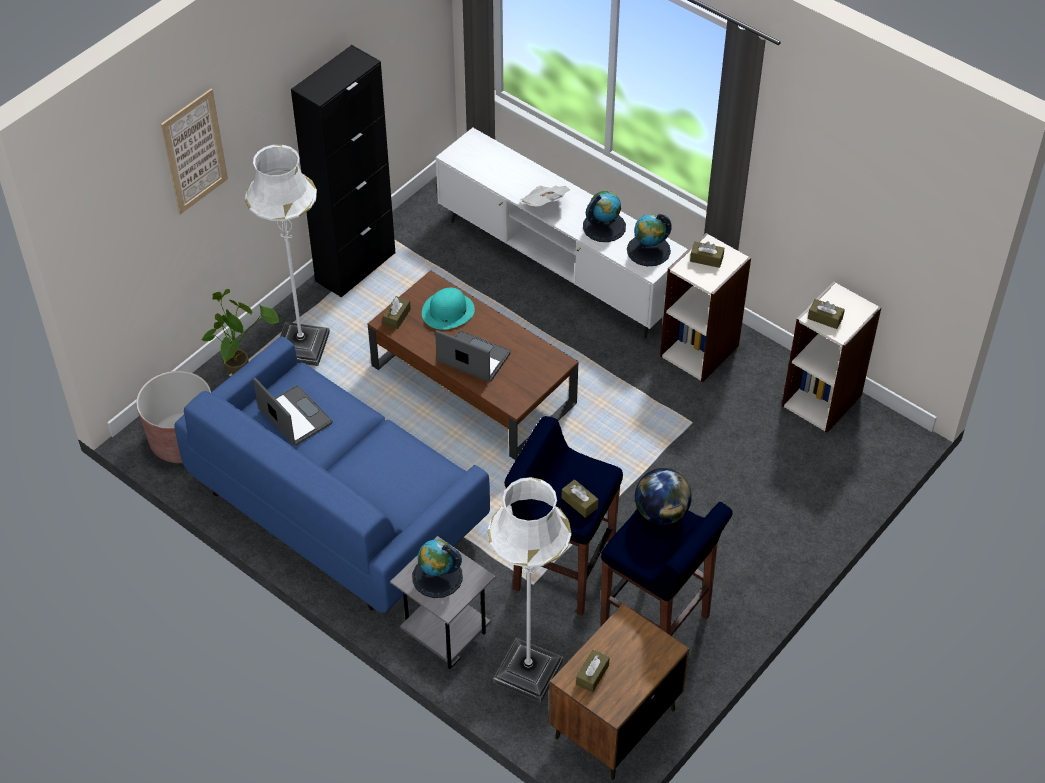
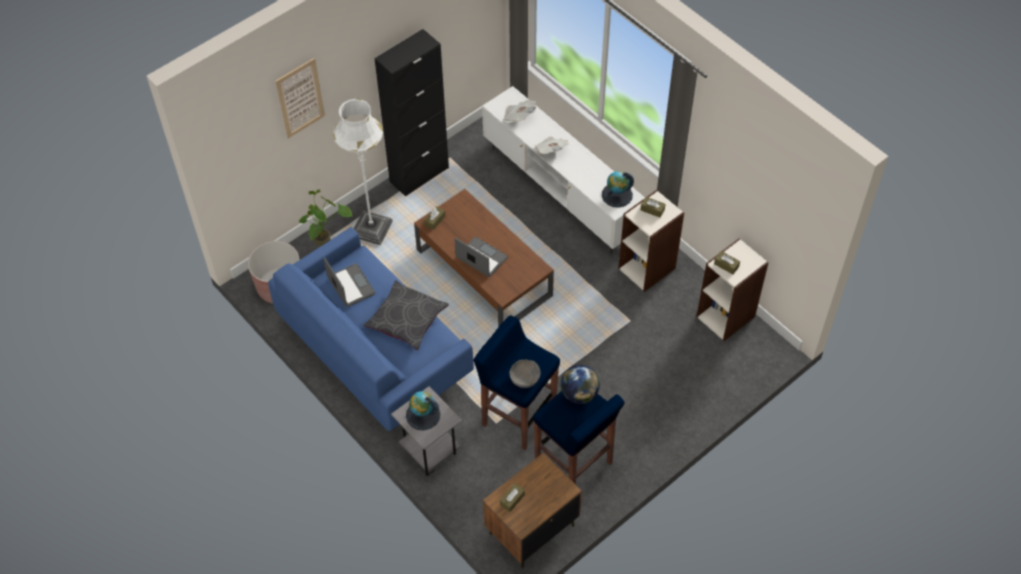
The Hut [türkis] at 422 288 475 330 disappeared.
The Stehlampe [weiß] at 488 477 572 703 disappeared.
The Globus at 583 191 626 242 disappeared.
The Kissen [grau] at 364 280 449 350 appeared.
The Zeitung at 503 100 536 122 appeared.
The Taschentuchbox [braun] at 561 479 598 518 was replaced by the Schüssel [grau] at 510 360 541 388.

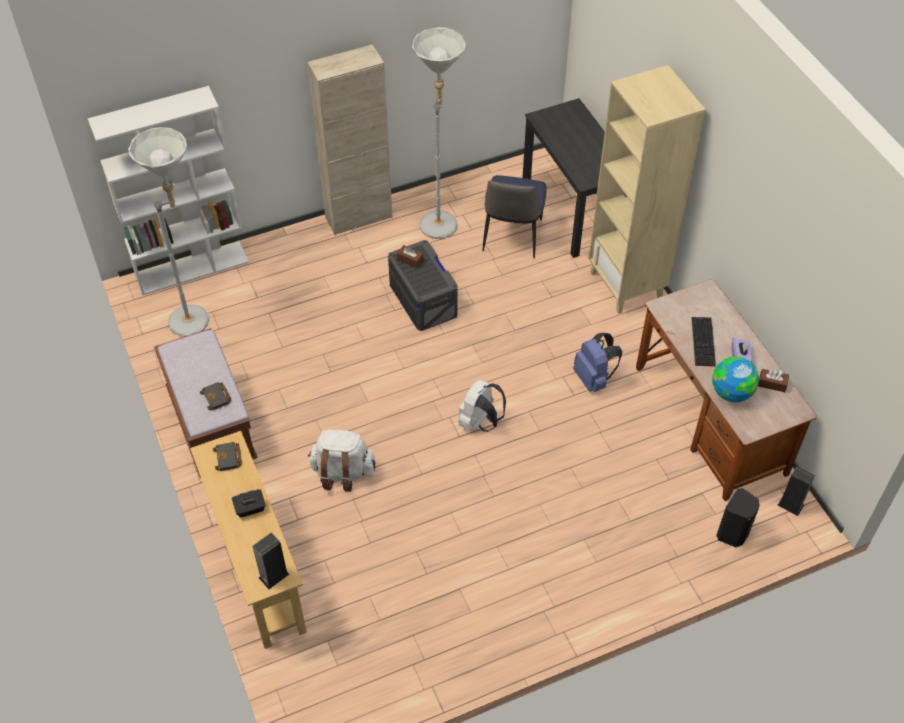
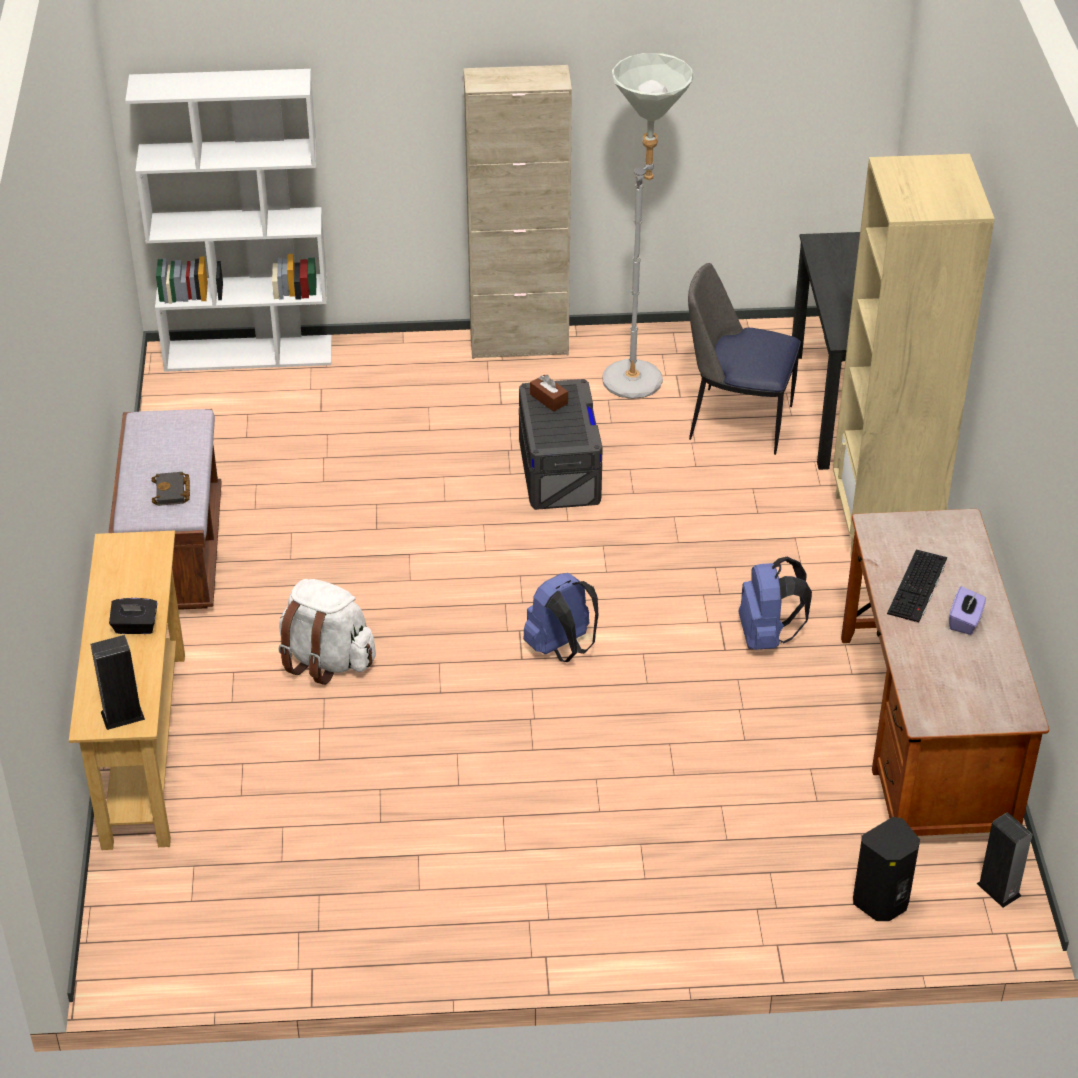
The Stehlampe [grau] at 128 127 209 337 disappeared.
The Buch [schwarz] at 213 442 242 471 disappeared.
The Globus at 712 357 759 402 disappeared.
The Taschentuchbox [braun] at 758 369 789 392 disappeared.
The Rucksack [weiß] at 458 380 506 432 became the Rucksack [blau] at 523 573 598 662.
The Stuhl at 483 175 546 259 turned 75 degrees clockwise.

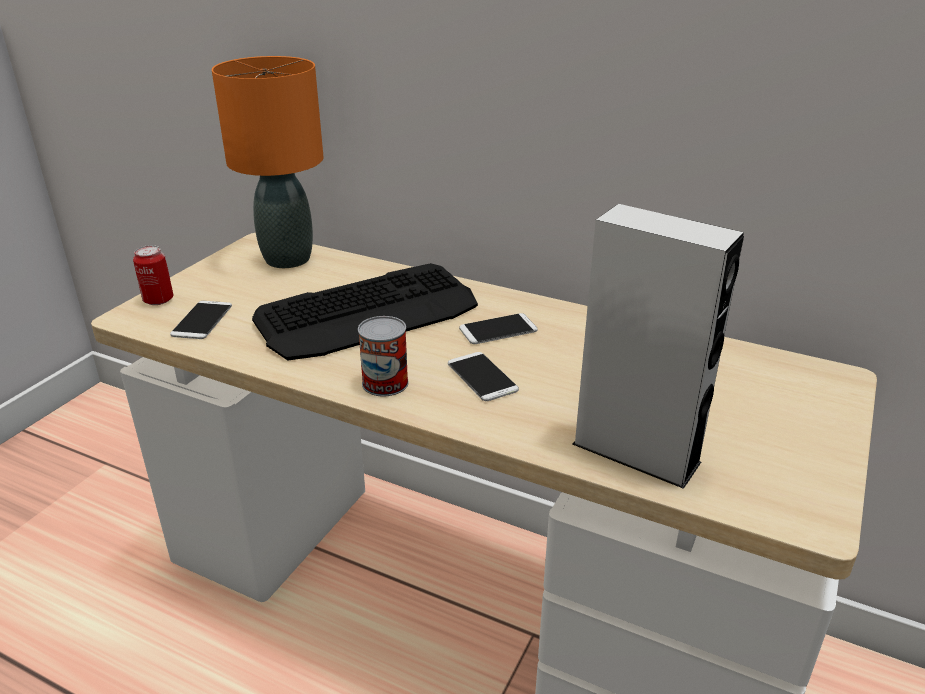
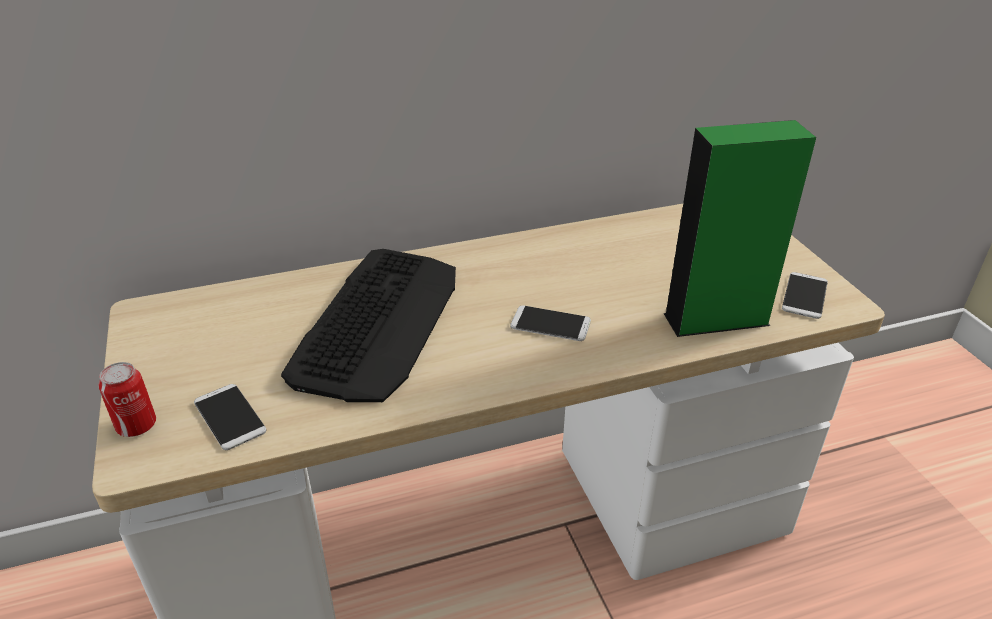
The Tischlampe [orange] at 212 56 323 268 disappeared.
The Dose at 358 316 409 396 disappeared.
The Handy moved from 459 313 538 344 to 782 272 828 319.
The Lautsprecher [grau] at 573 204 744 489 became the Lautsprecher [grün] at 663 120 816 337.

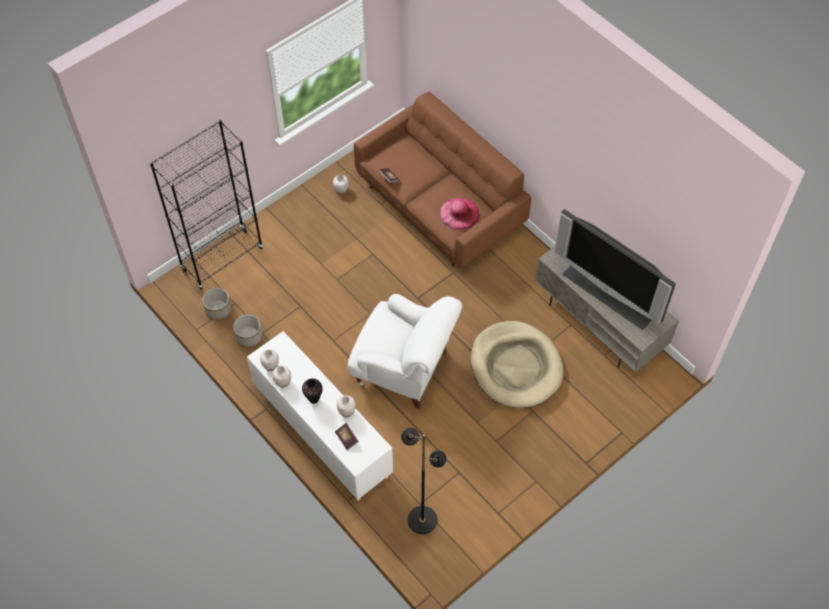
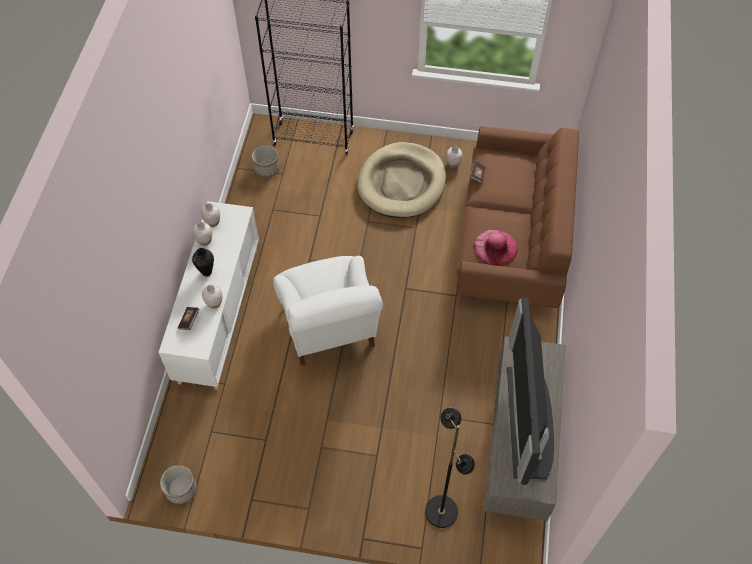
The Pflanzkübel moved from 233 315 263 348 to 160 465 197 504.
The Stehlampe [schwarz] moved from 401 427 447 534 to 425 407 476 528.
The Hundebett [beige] moved from 471 321 563 408 to 357 142 446 218.

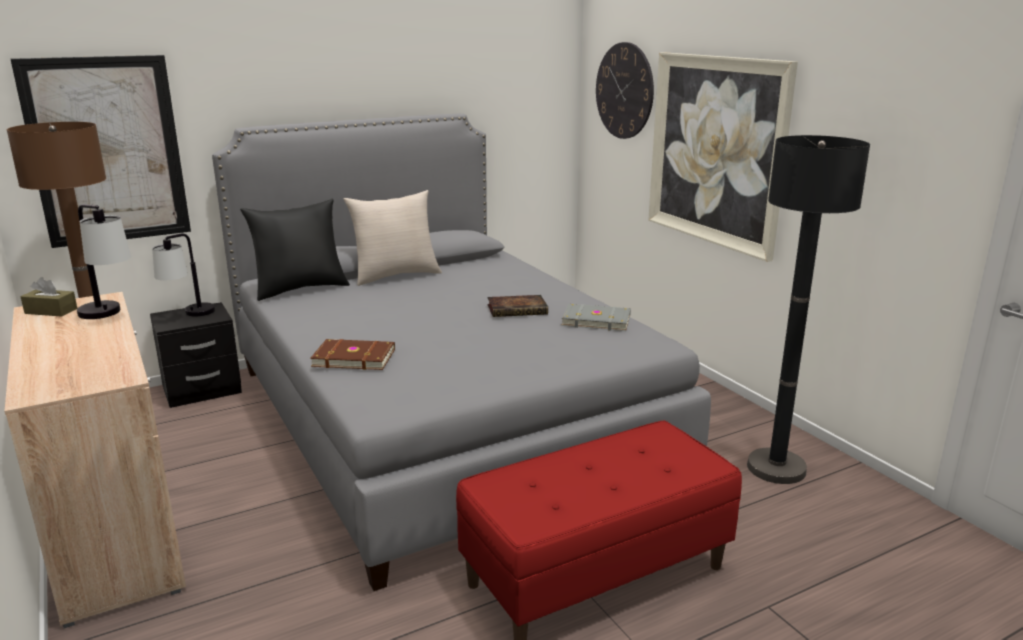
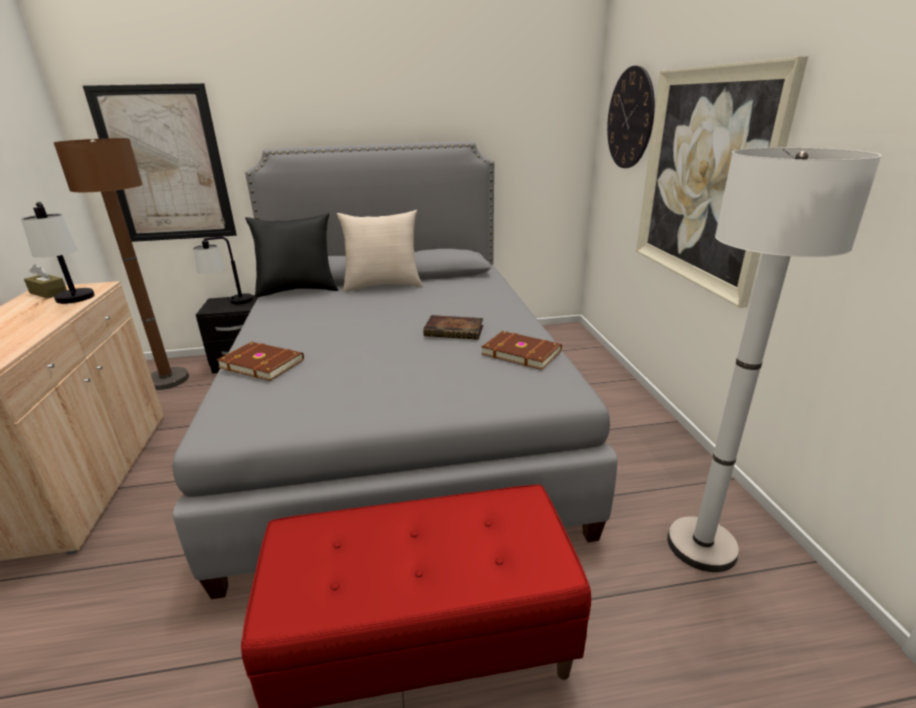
The Buch [grau] at 561 304 631 331 became the Buch [braun] at 481 331 562 370.
The Stehlampe [schwarz] at 747 135 870 484 became the Stehlampe [weiß] at 667 148 882 572.

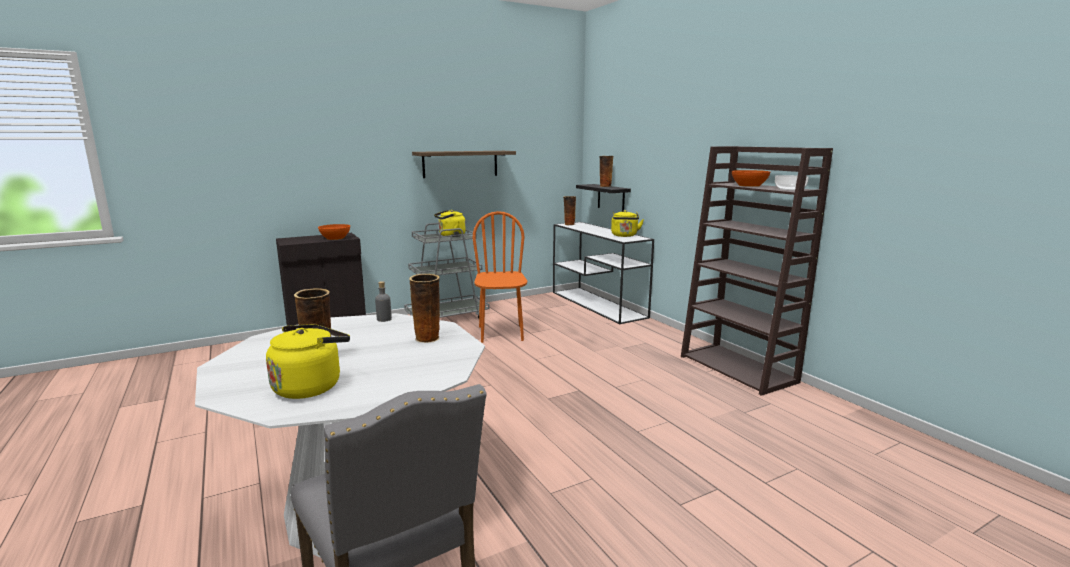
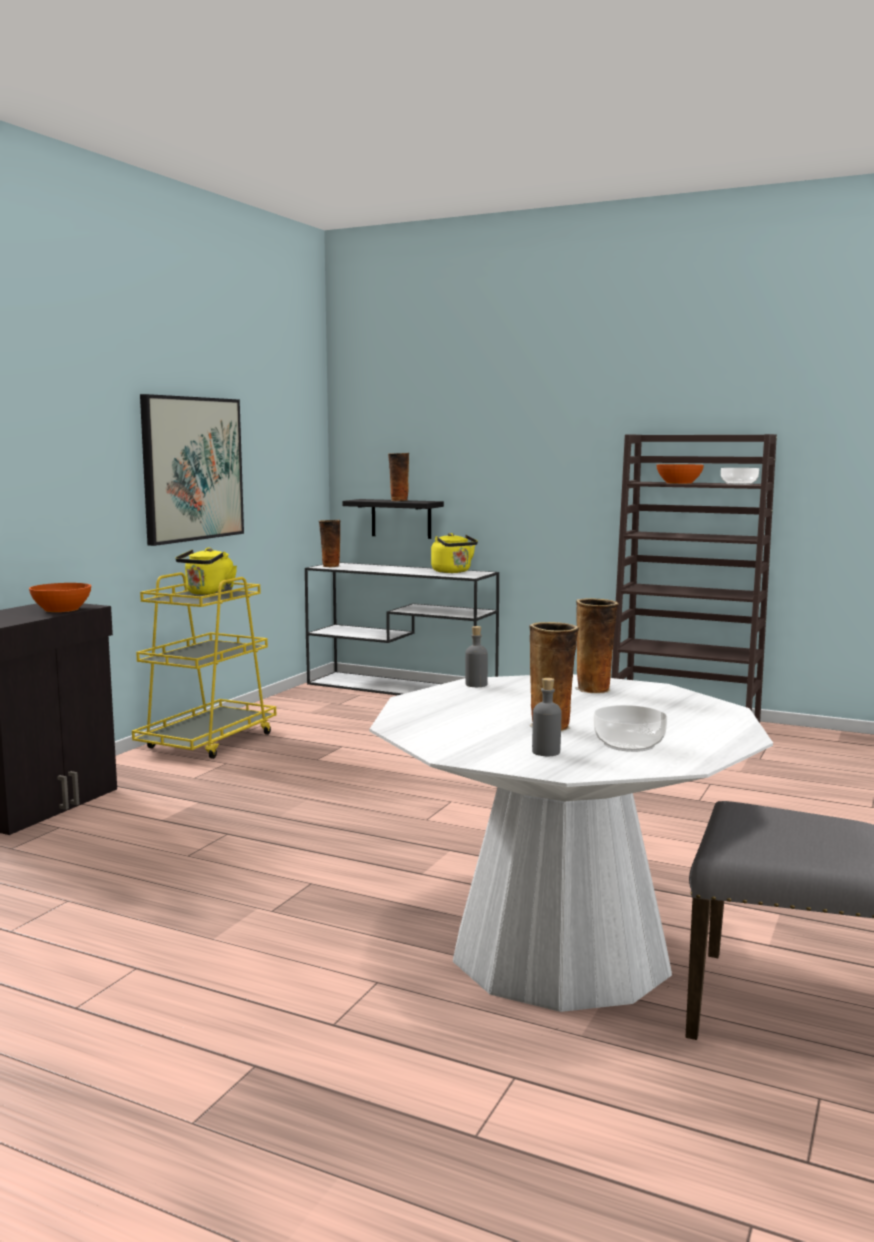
The Stuhl [orange] at 473 211 527 343 disappeared.
The Flasche [grau] at 532 678 561 756 appeared.
The Wasserkessel [gelb] at 266 324 350 399 was replaced by the Schüssel at 594 705 667 752.
The Wandregal at 412 151 516 178 was replaced by the Bild at 140 394 244 546.
The Rollwagen [grau] at 404 223 489 319 became the Rollwagen [gelb] at 132 572 276 759.

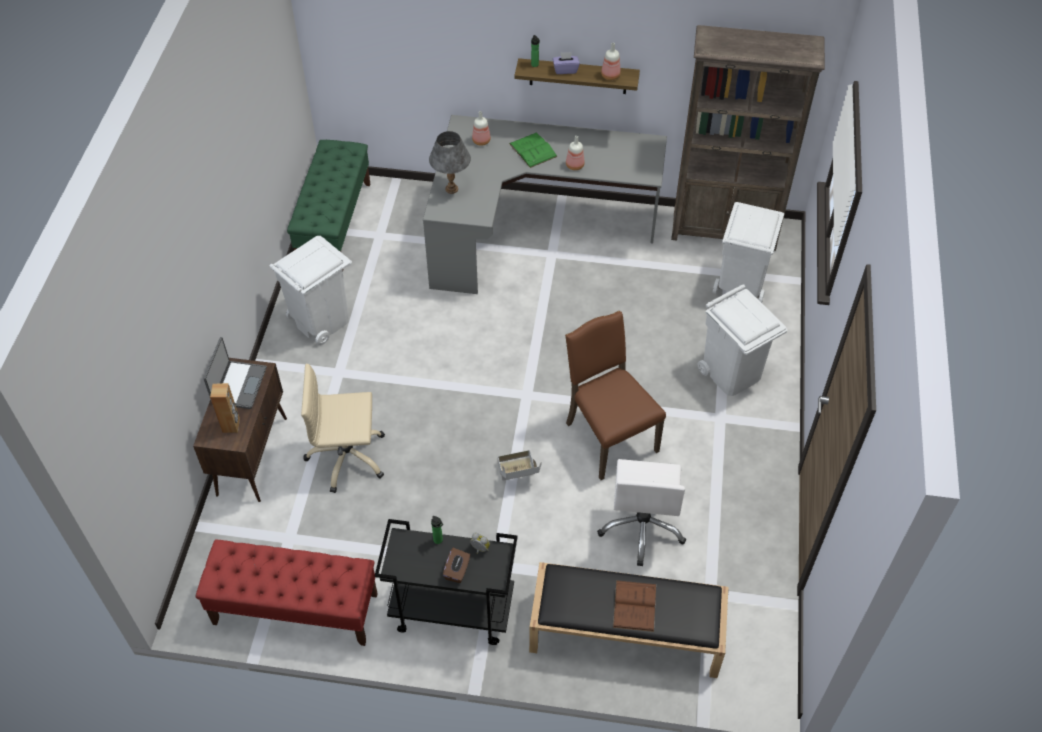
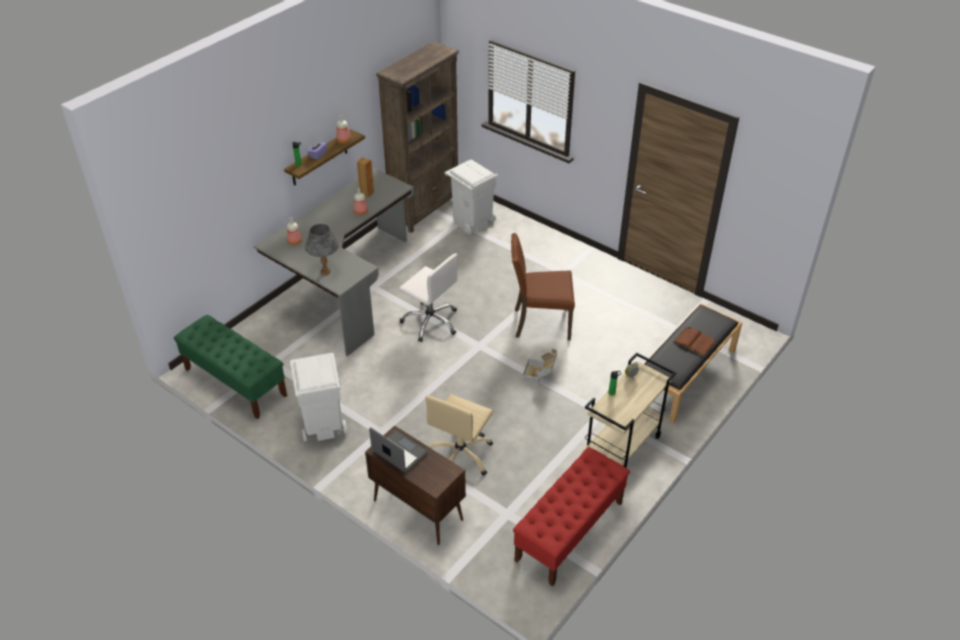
The Taschentuchbox [braun] at 443 548 470 583 disappeared.
The Buch [grün] at 509 133 558 168 disappeared.
The Mülleimer [weiß] at 697 284 787 396 disappeared.
The Lautsprecher [braun] moved from 210 383 240 433 to 357 157 374 197.
The Bürostuhl [weiß] moved from 597 459 686 566 to 399 253 457 342.
The Rollwagen [schwarz] at 375 519 518 645 became the Rollwagen [beige] at 583 353 676 468.

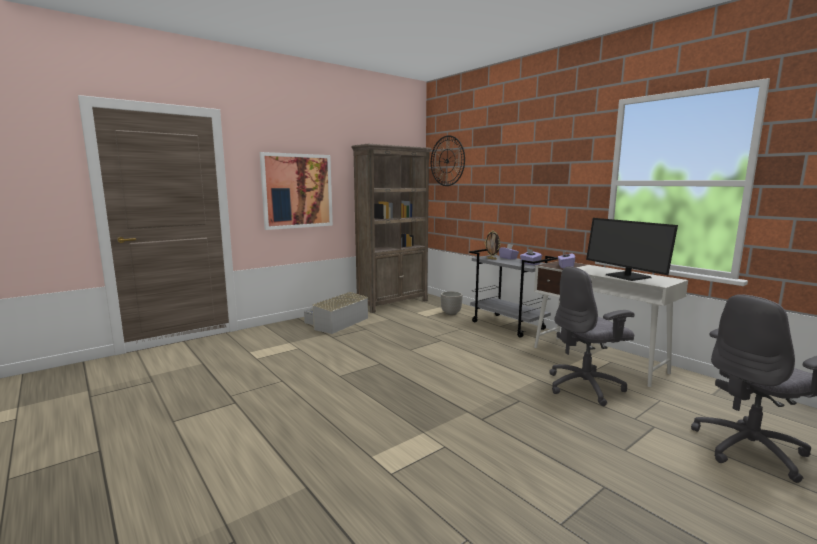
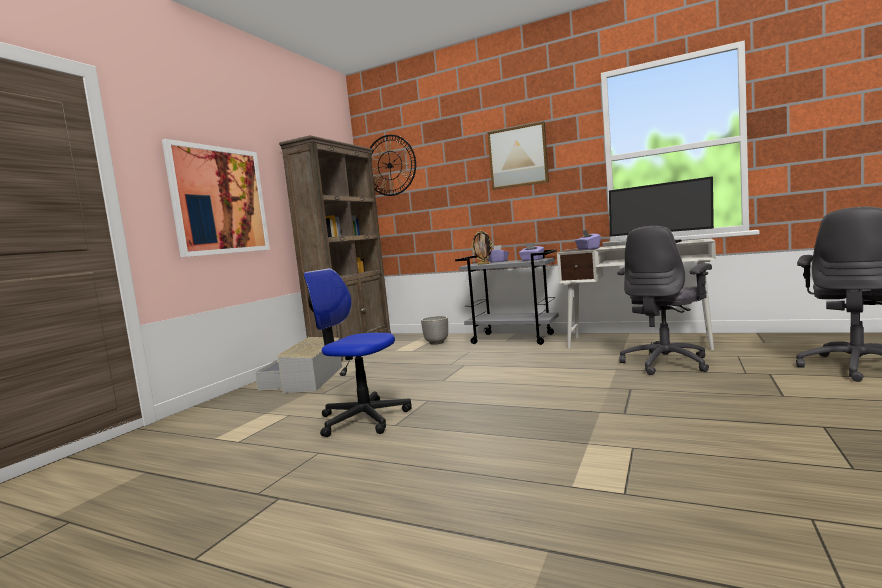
The Bürostuhl at 303 268 412 437 appeared.
The Bild at 487 121 549 190 appeared.

